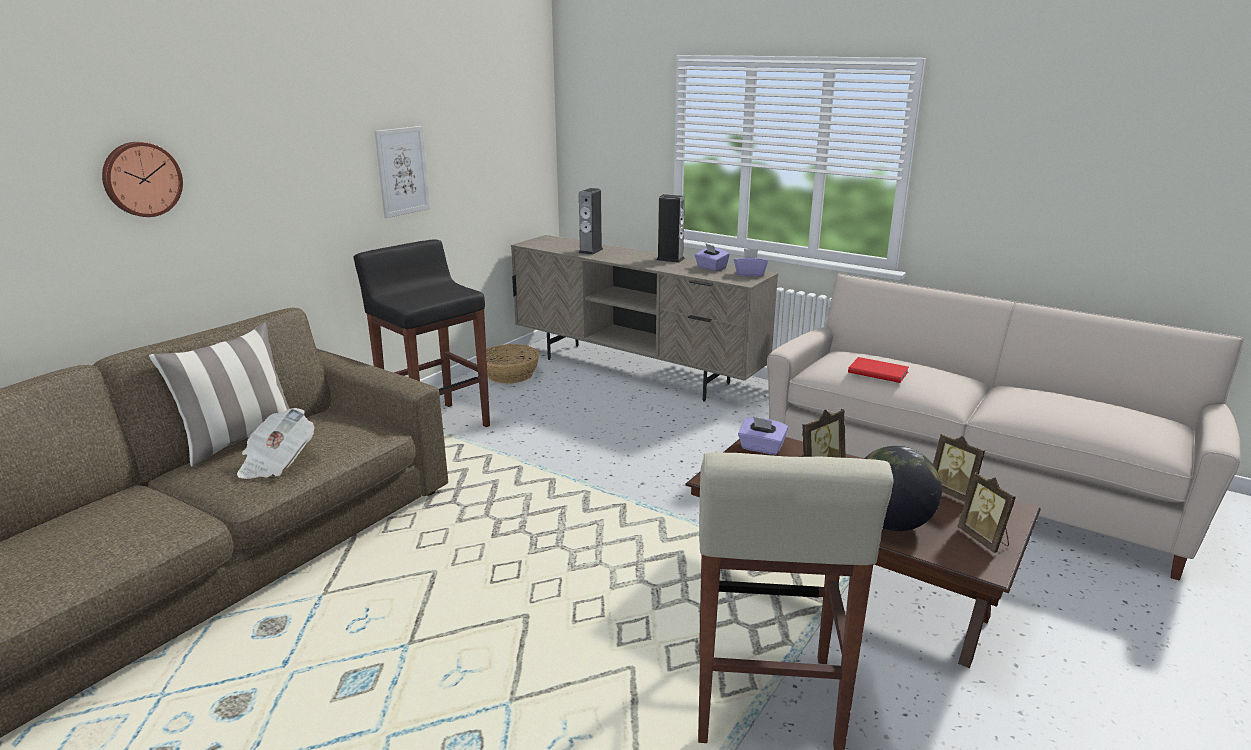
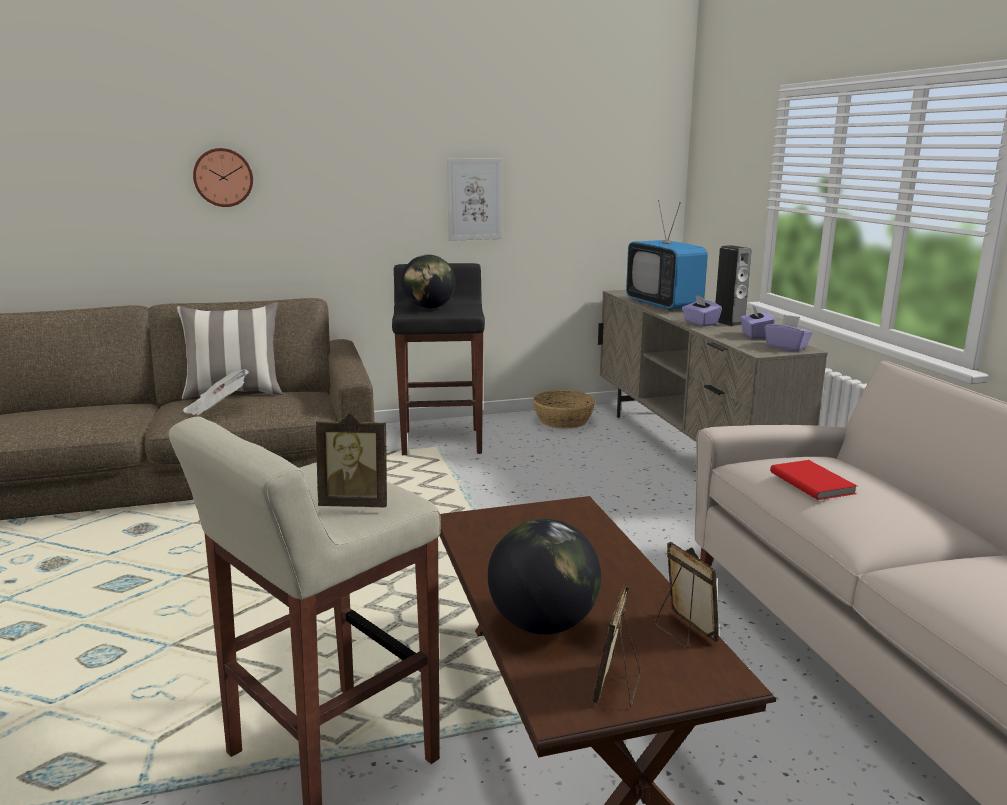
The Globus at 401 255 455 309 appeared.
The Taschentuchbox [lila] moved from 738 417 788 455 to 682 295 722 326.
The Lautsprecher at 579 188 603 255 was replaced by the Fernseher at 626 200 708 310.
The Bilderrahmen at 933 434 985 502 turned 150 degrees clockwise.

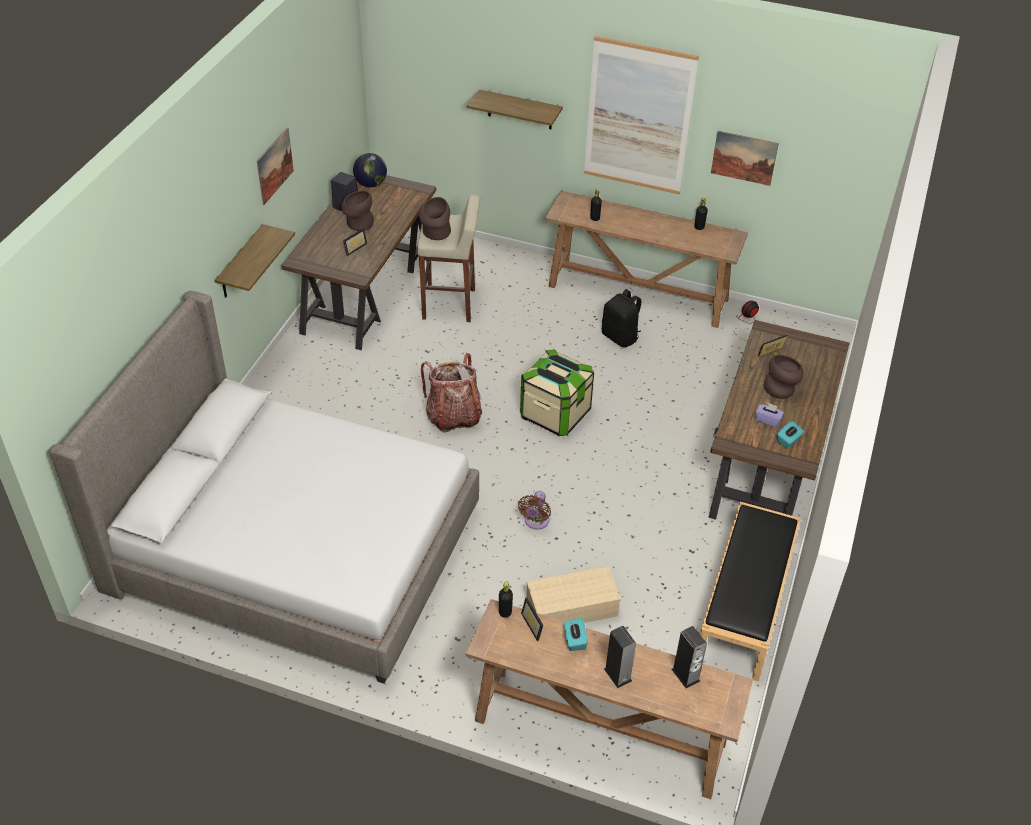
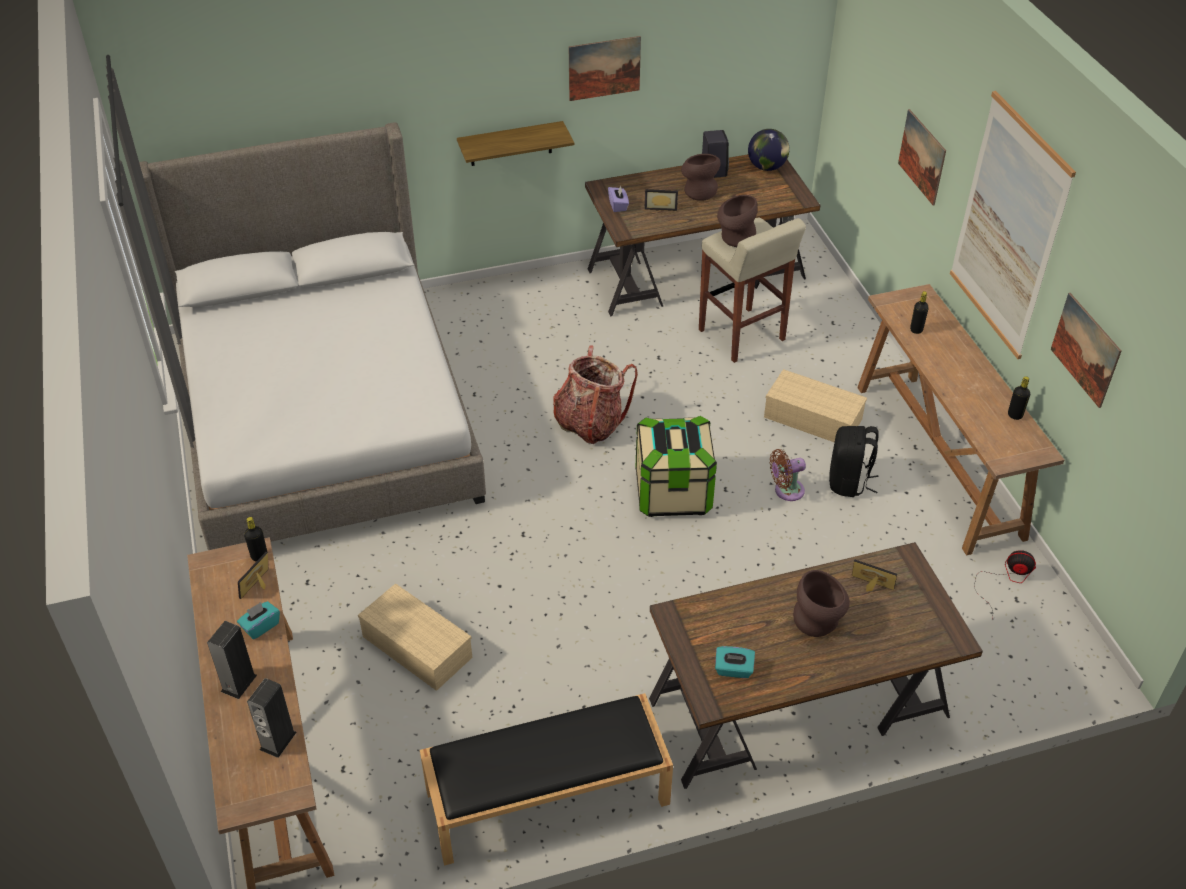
The Aufbewahrungsbox [beige] at 764 369 867 443 appeared.
The Ventilator [braun] moved from 518 491 551 530 to 770 449 806 501.
The Taschentuchbox [lila] moved from 755 402 784 427 to 608 185 629 212.
The Wandregal at 467 89 563 129 was replaced by the Bild at 898 109 946 205.

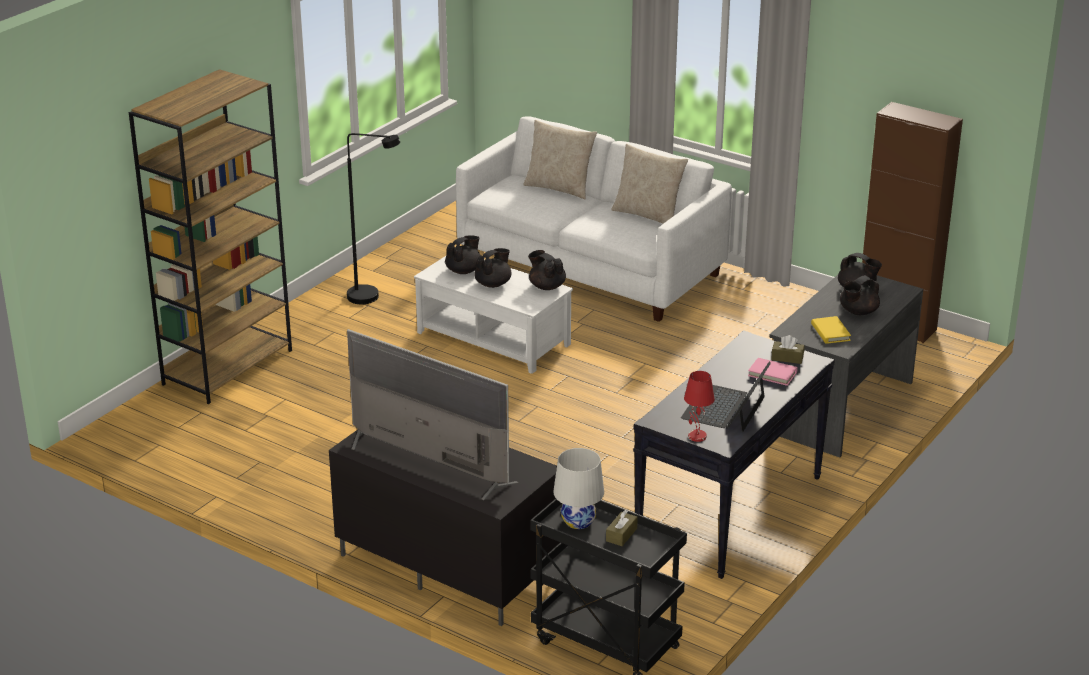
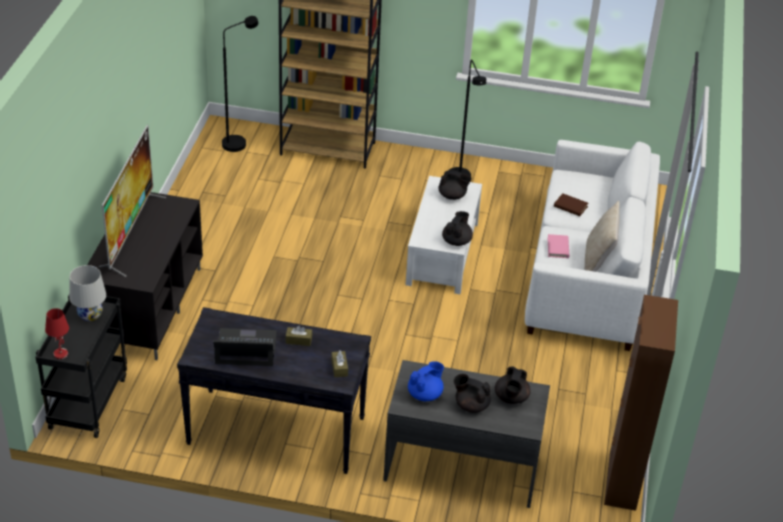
The Teekanne [schwarz] at 474 248 511 288 disappeared.
The Kissen [beige] at 523 120 597 199 disappeared.
The Stehlampe [schwarz] at 222 16 258 152 appeared.
The Buch [braun] at 554 193 588 216 appeared.
The Taschentuchbox [braun] moved from 606 510 638 546 to 285 326 312 346.
The Tischlampe [rot] moved from 684 371 714 442 to 45 308 69 359.
The Buch [rosa] moved from 748 358 798 386 to 548 234 569 258.
The Buch [gelb] at 811 316 851 344 was replaced by the Teekanne [blau] at 408 361 444 401.

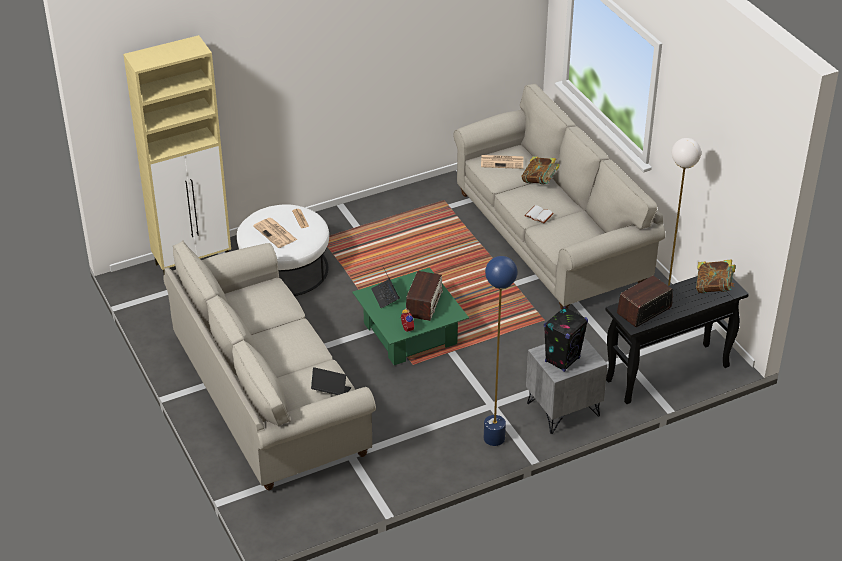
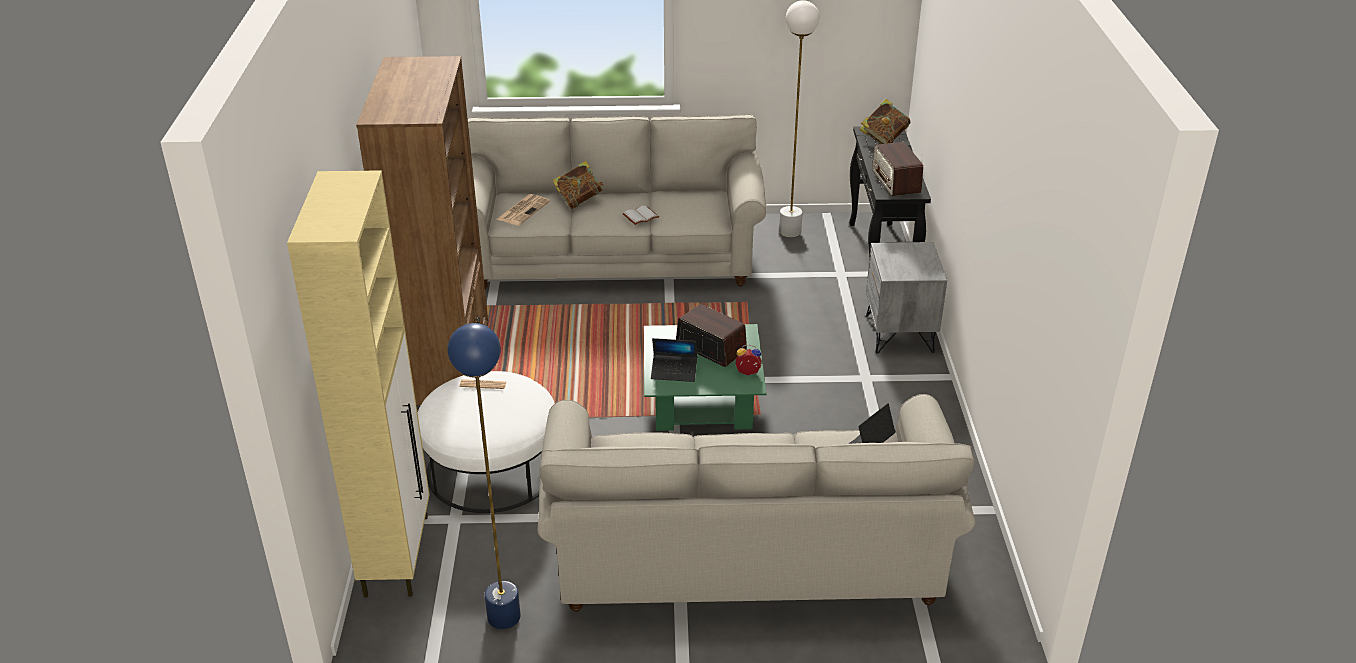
The Zeitung at 253 218 297 248 disappeared.
The Lautsprecher [schwarz] at 544 307 588 372 disappeared.
The Bücherregal [braun] at 356 56 488 406 appeared.
The Stehlampe [blau] moved from 484 256 518 446 to 447 323 521 629.

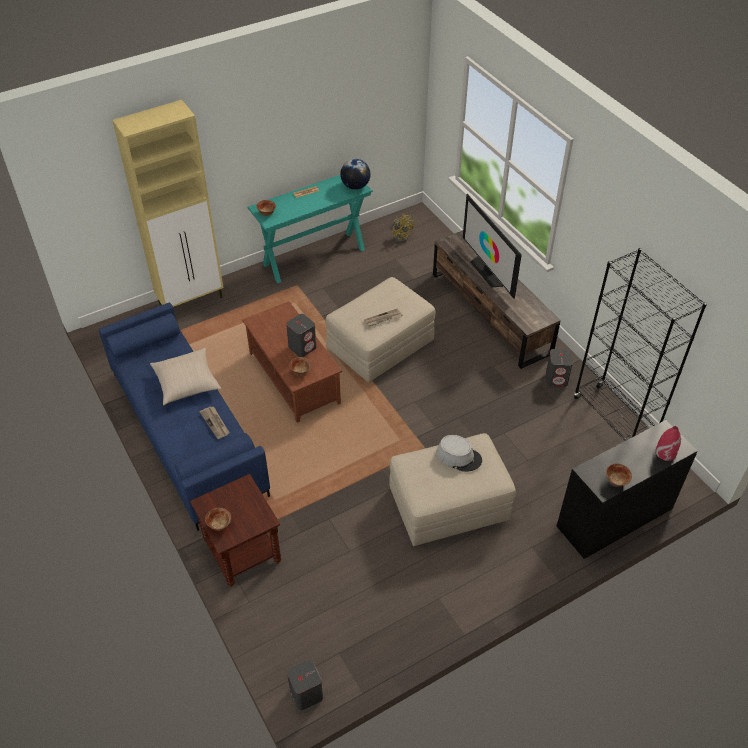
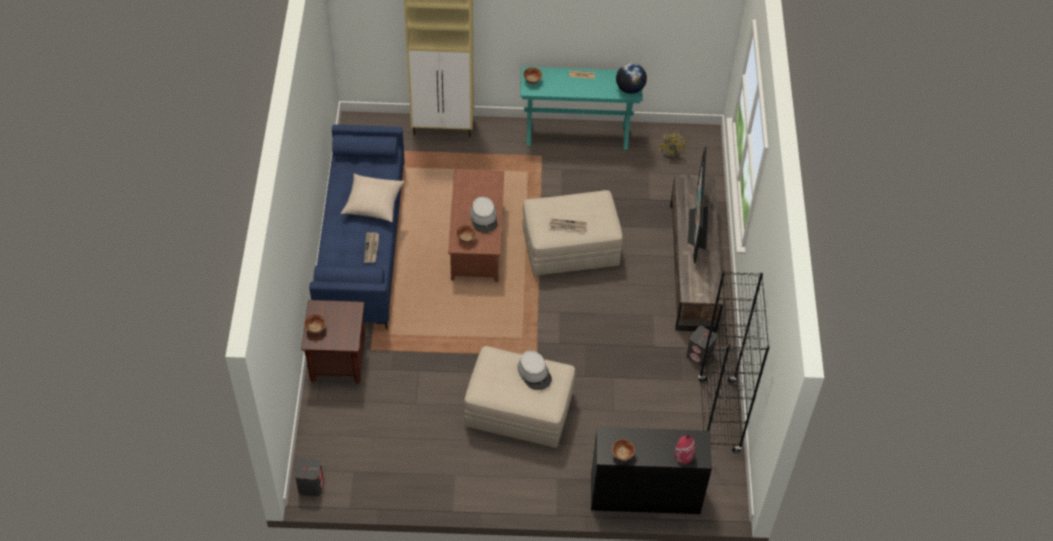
The Lautsprecher [grau] at 286 314 316 357 was replaced by the Hut [grau] at 470 197 498 233.

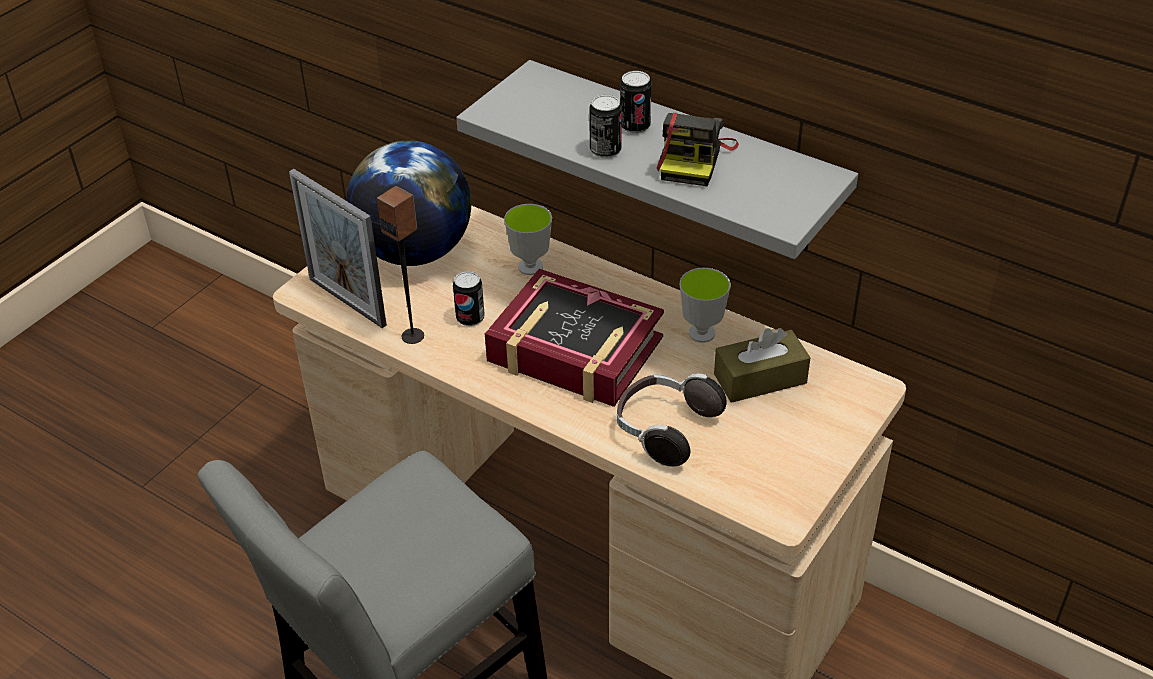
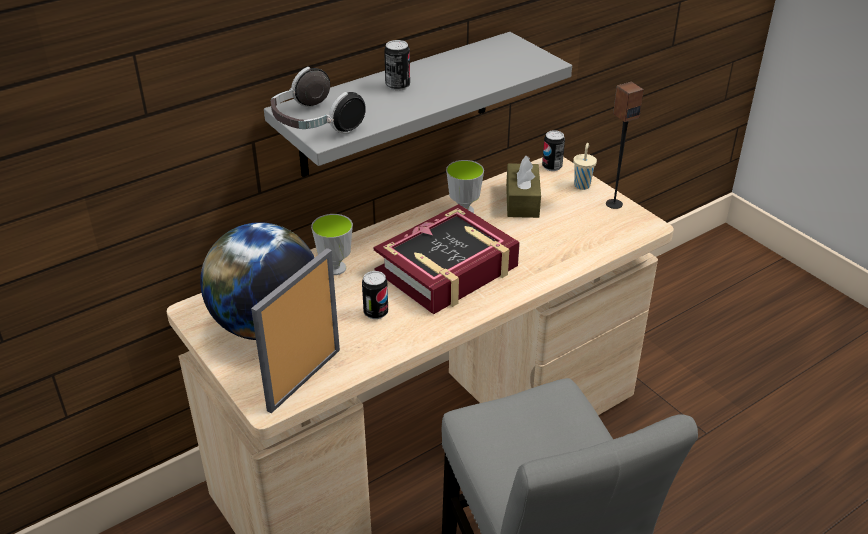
The Kamera at 657 113 739 186 disappeared.
The Tasse [beige] at 573 143 597 190 appeared.
The Lautsprecher moved from 377 186 424 344 to 606 82 644 209.
The Dose moved from 589 94 622 158 to 542 130 565 171.
The Kopfhörer moved from 617 374 726 466 to 270 67 366 134.
The Bilderrahmen at 289 169 387 328 turned 150 degrees clockwise.

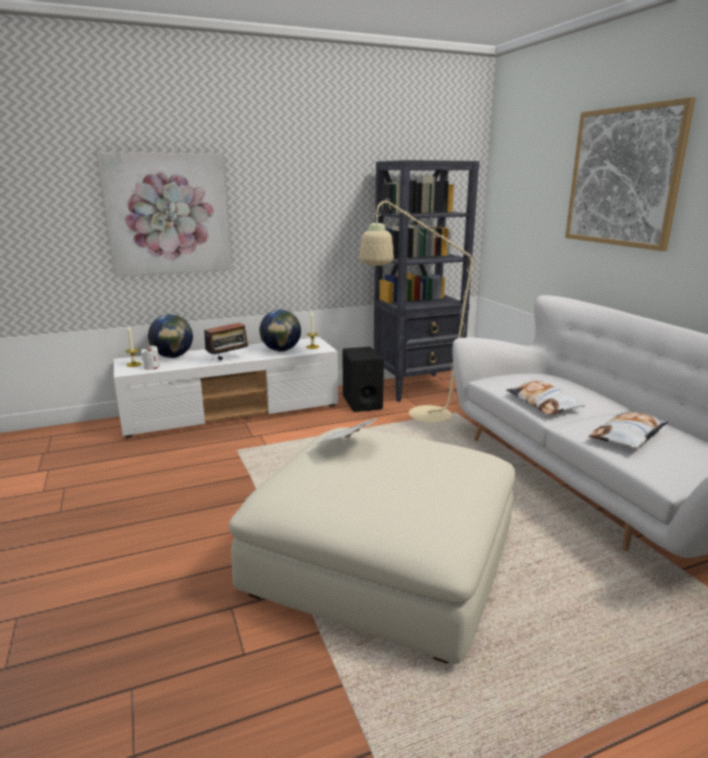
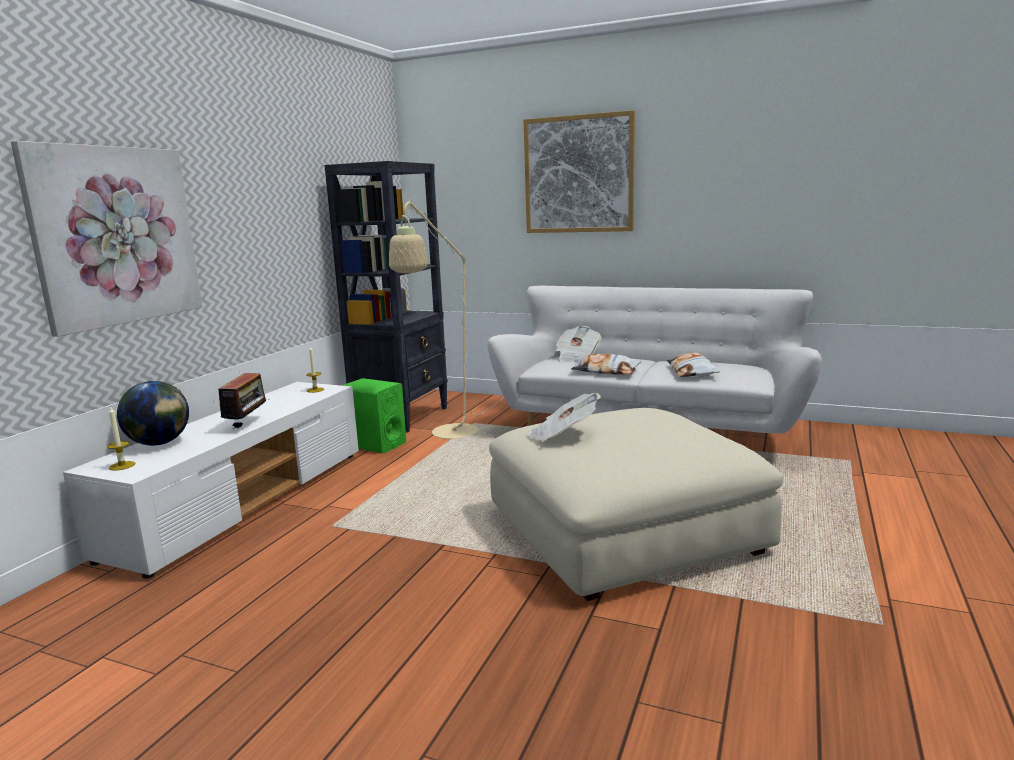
The Kerze [weiß] at 141 346 160 370 disappeared.
The Globus at 259 310 301 352 disappeared.
The Zeitung at 556 326 602 362 appeared.
The Lautsprecher [schwarz] at 343 347 384 412 became the Lautsprecher [grün] at 341 378 406 453.

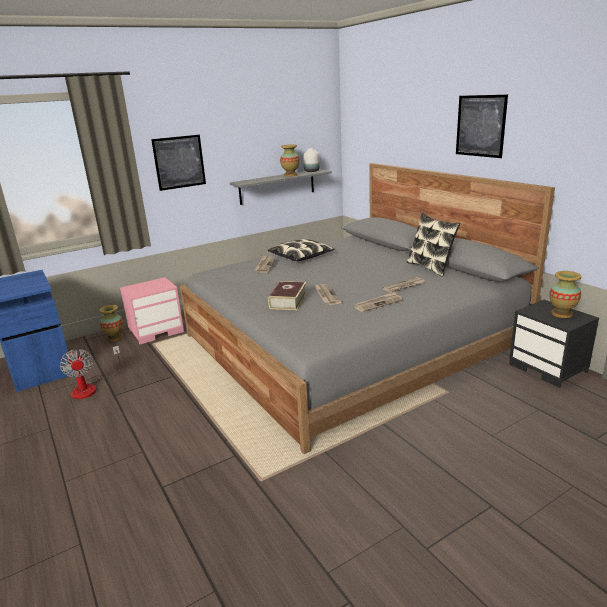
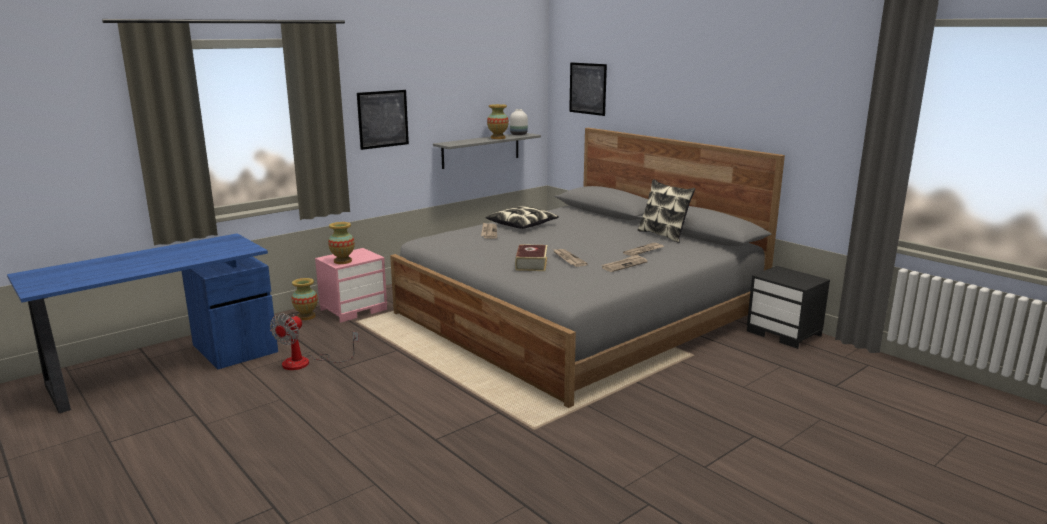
The Bild moved from 456 95 508 158 to 569 62 607 116.
The Vase moved from 549 271 582 318 to 328 222 355 264.
The Ventilator at 60 346 121 399 turned 60 degrees clockwise.

